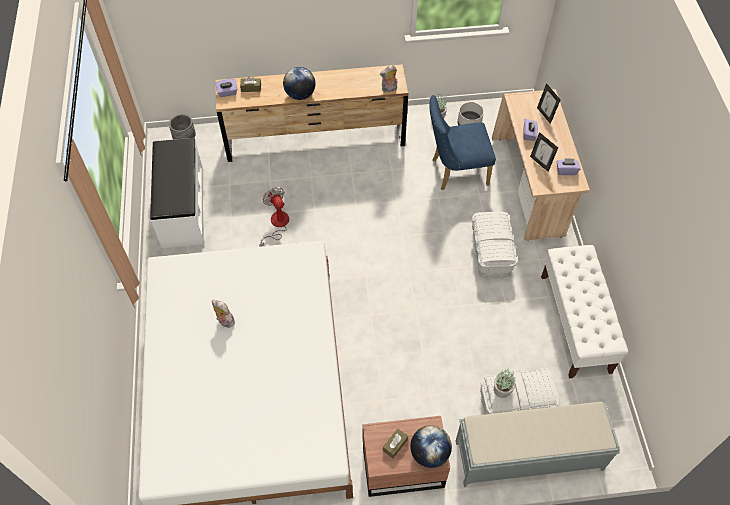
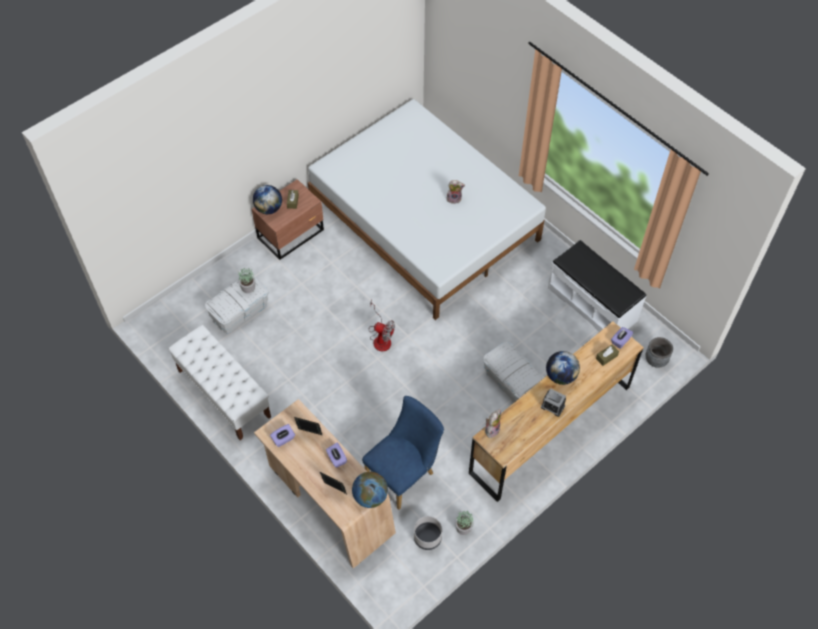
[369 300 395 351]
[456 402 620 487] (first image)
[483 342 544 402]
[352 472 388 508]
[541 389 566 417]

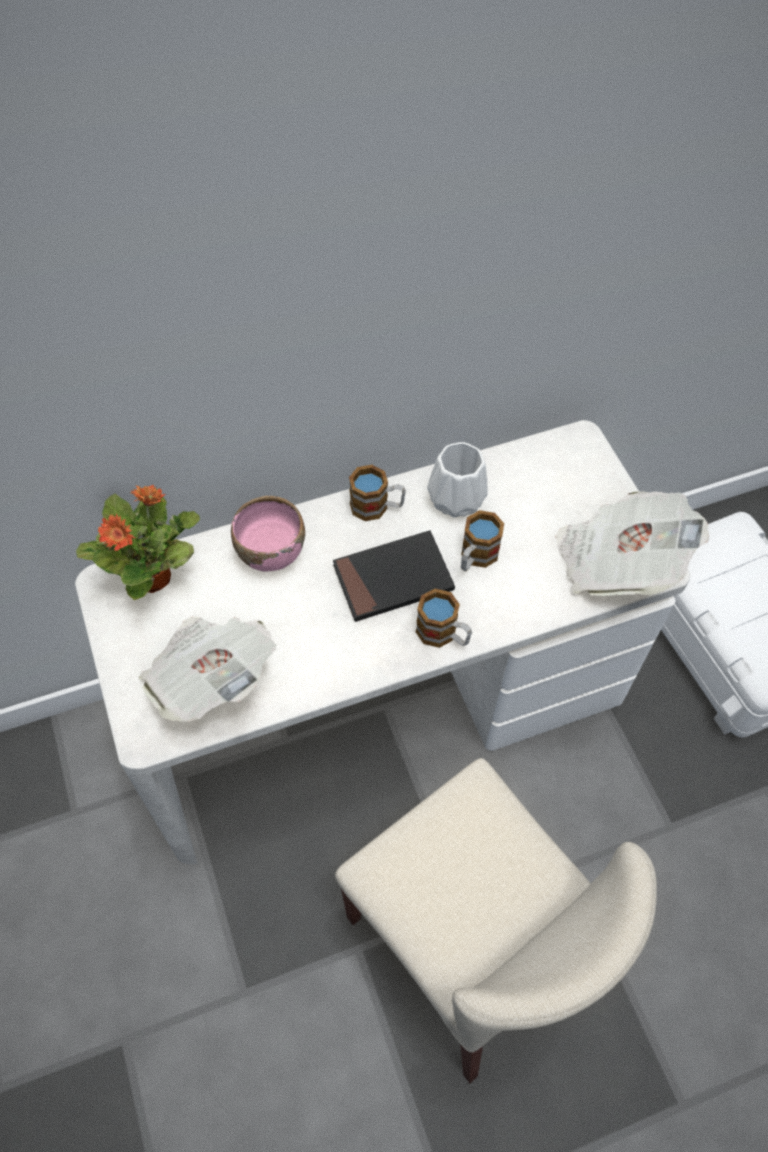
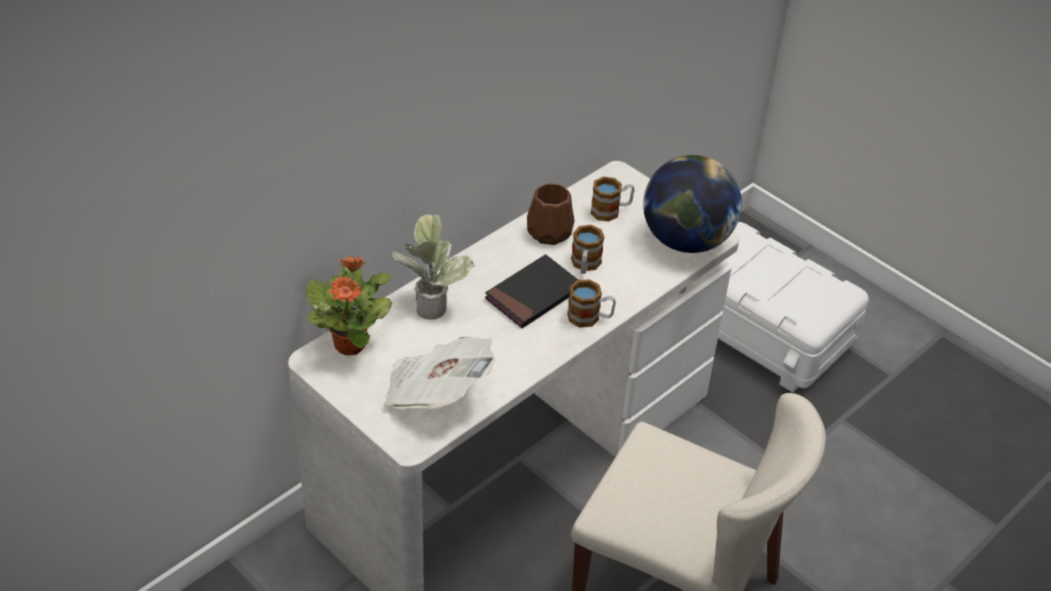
[392 214 475 320]
[590 177 635 221]
[527 183 575 245]
[643 155 742 253]

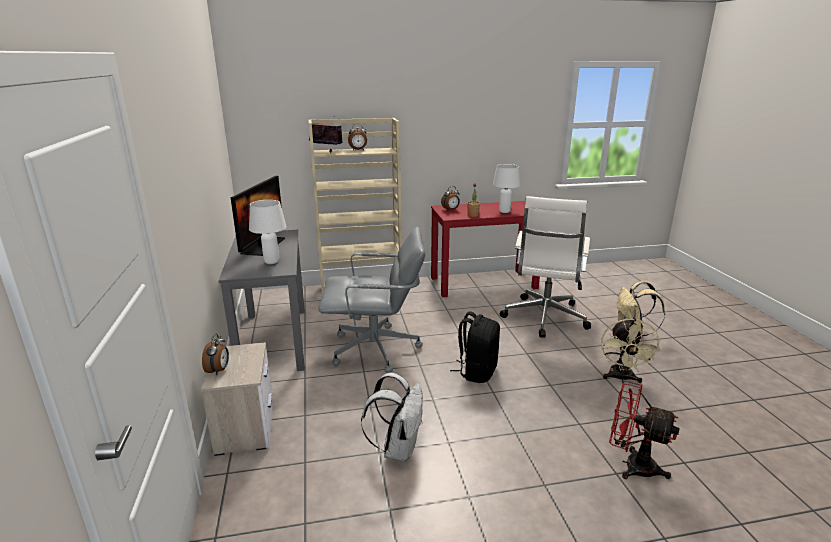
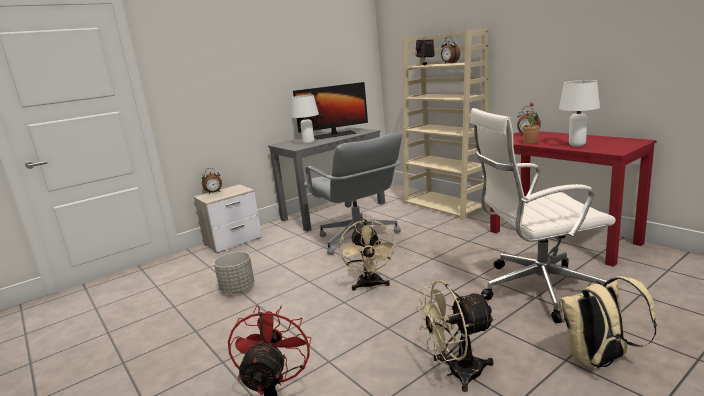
[214 252 254 293]
[339 220 396 291]

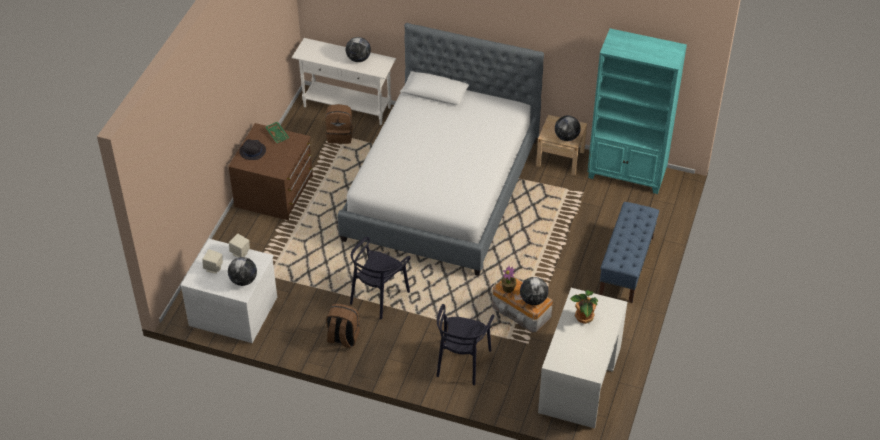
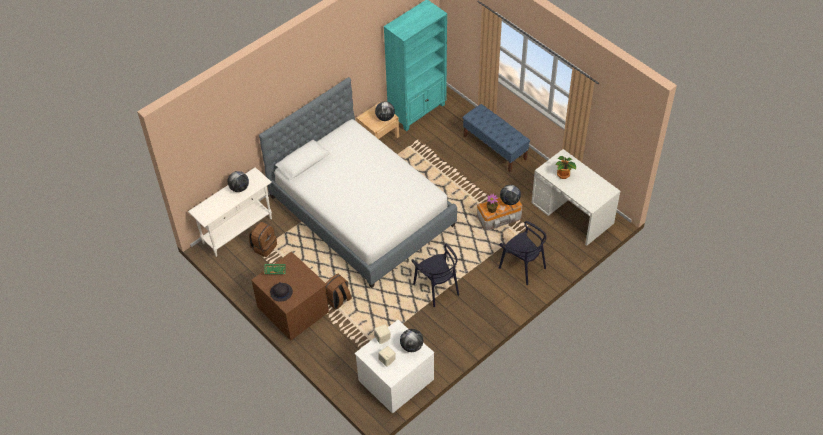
[325 274 352 309]

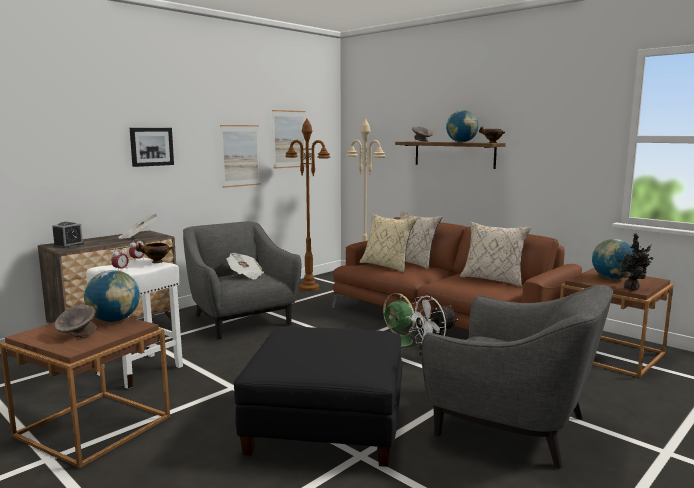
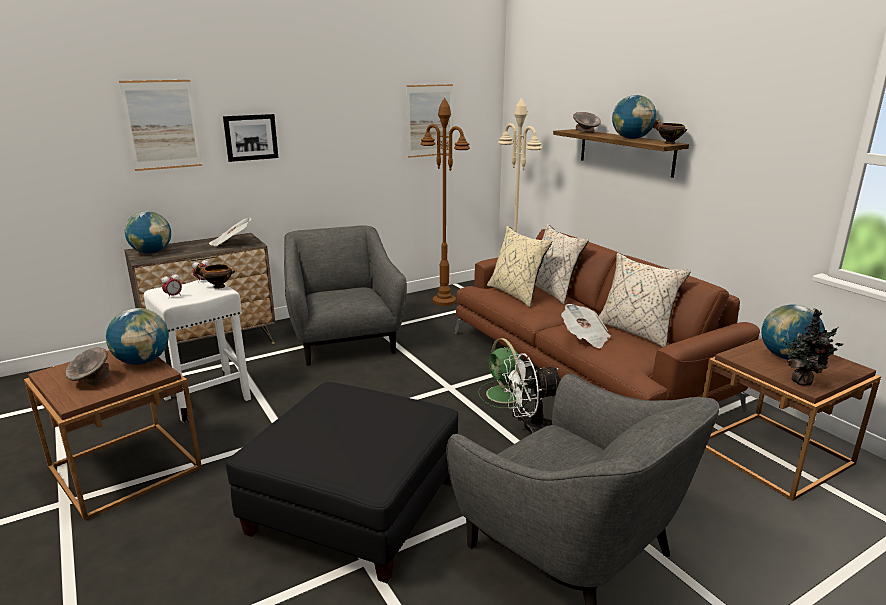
[125 211 171 254]
[119 80 202 171]
[561 304 611 348]

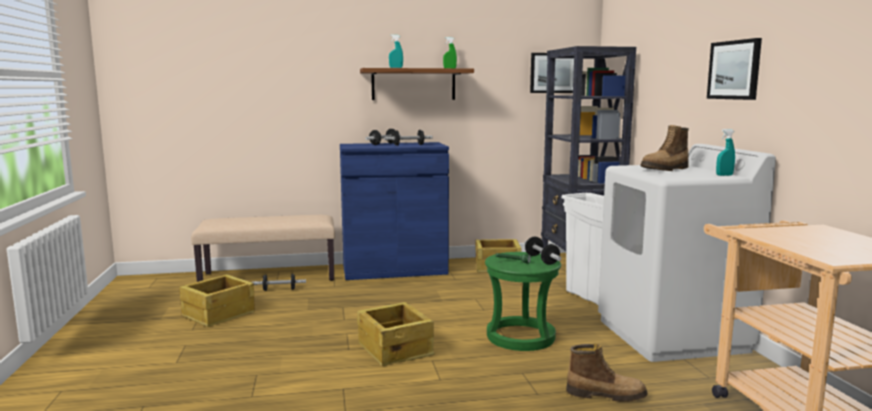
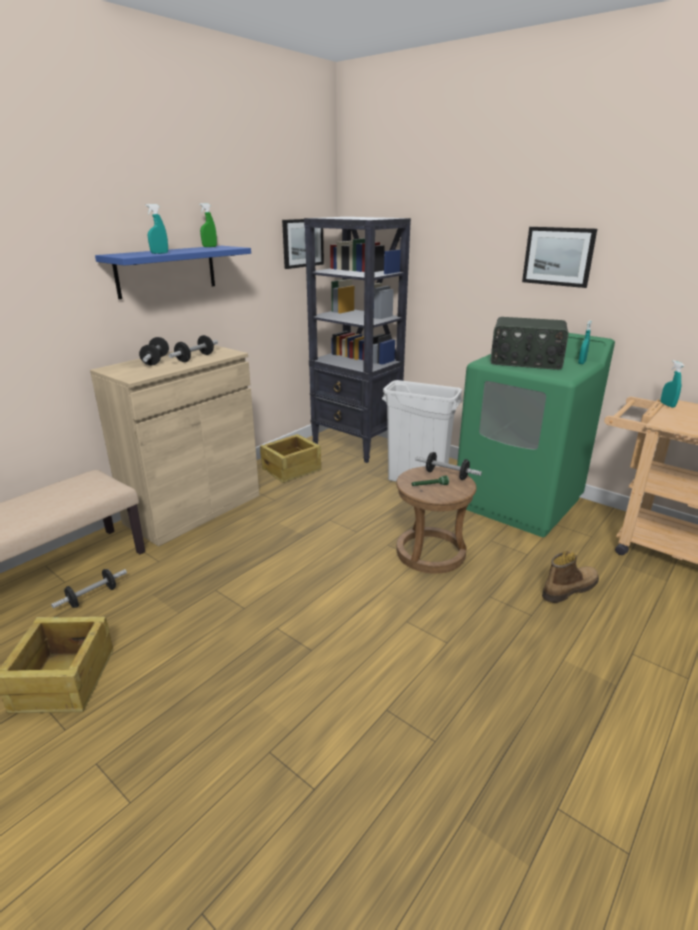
[90 345 259 547]
[357 302 435 366] (first image)
[95 246 251 299]
[396 466 477 574]
[457 333 615 537]
[491 317 569 370]
[661 360 684 408]

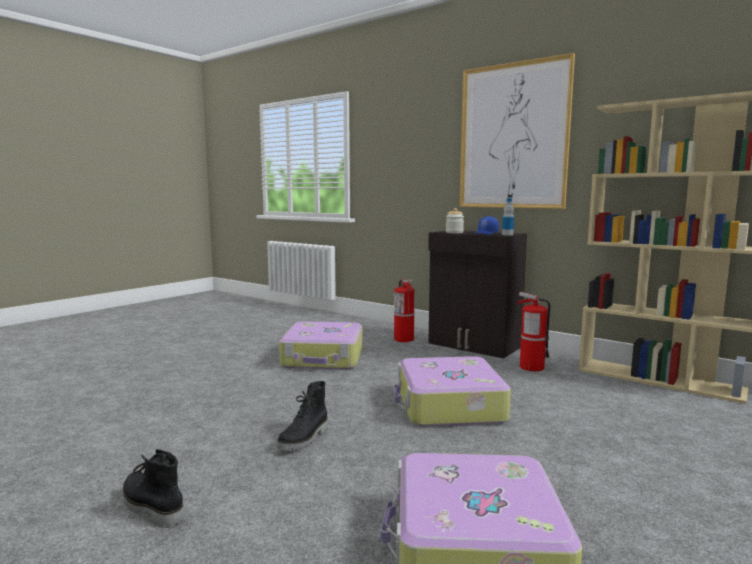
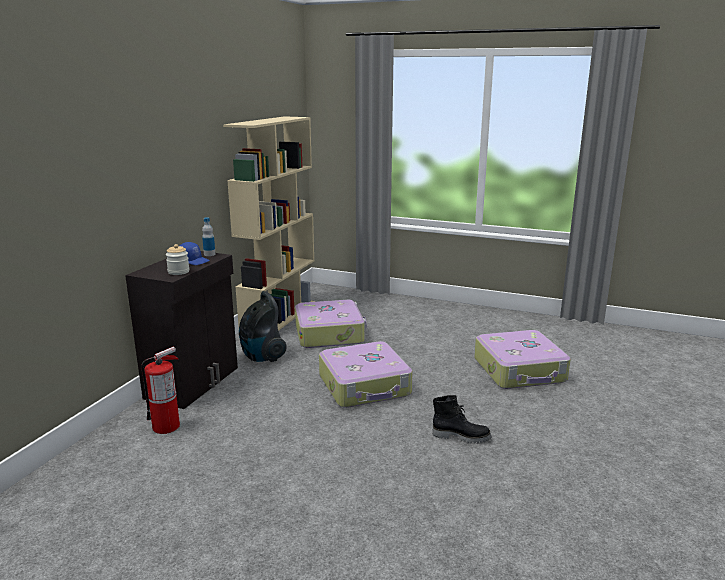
[123 449 184 528] (first image)
[295 300 367 348]
[459 53 575 209] (first image)
[239 291 287 362]

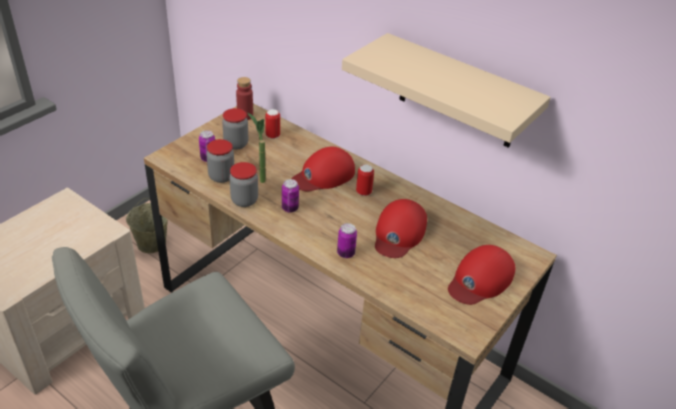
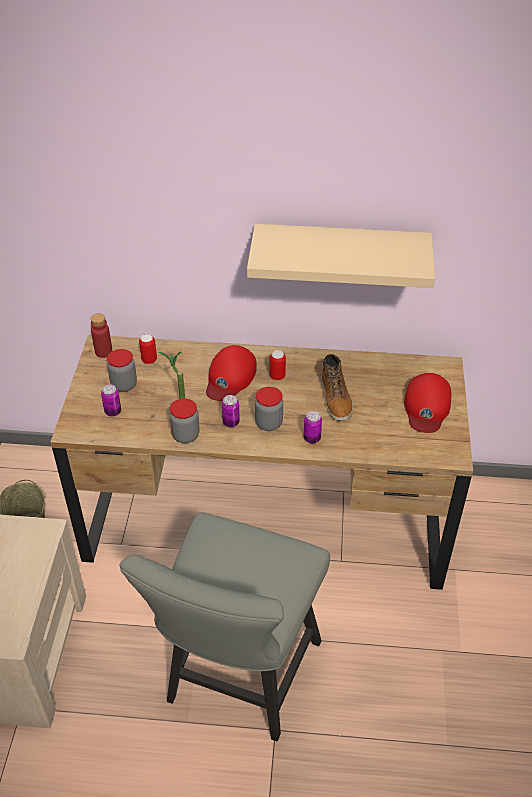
[255 387 283 431]
[322 354 353 421]

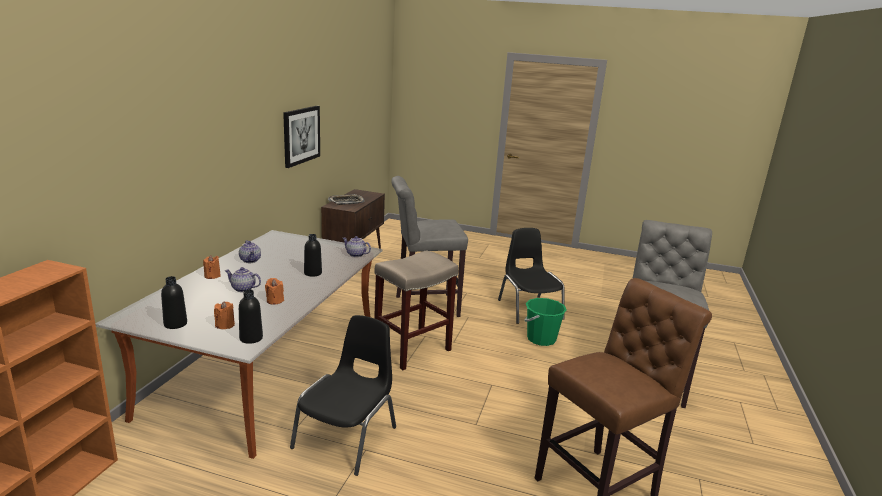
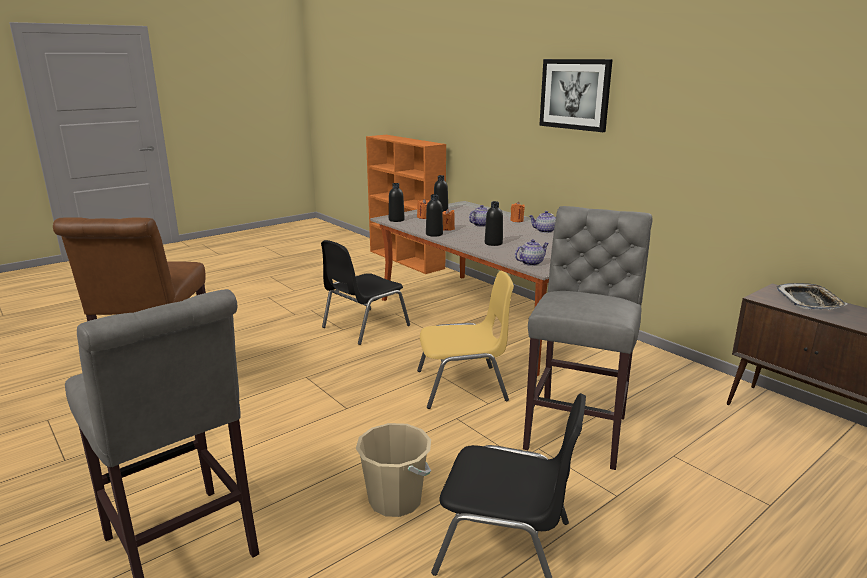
[539 59 613 132]
[321 240 410 345]
[417 271 514 409]
[356 423 431 517]
[426 194 443 237]

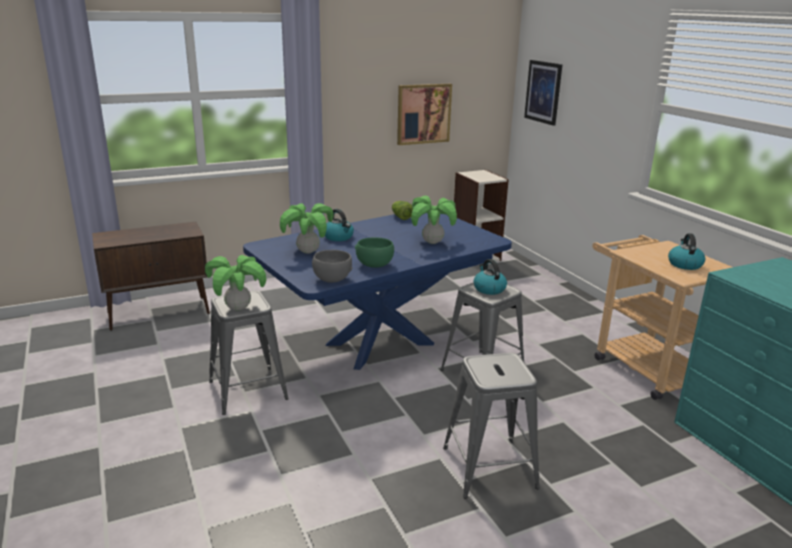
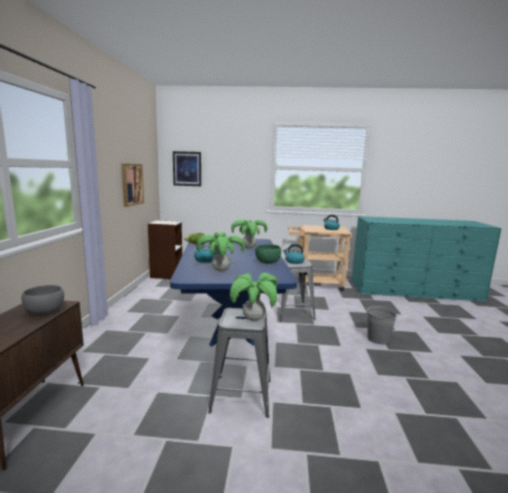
[21 285 64 315]
[367 305 396 344]

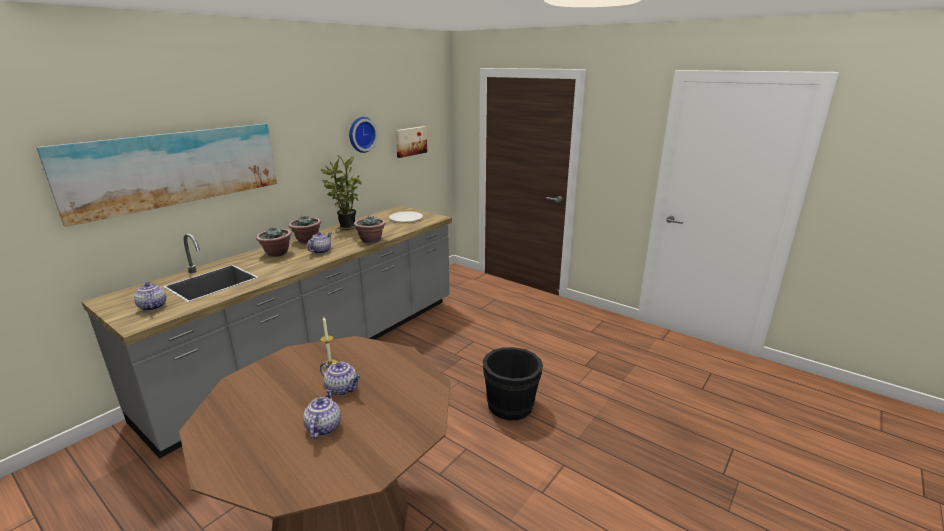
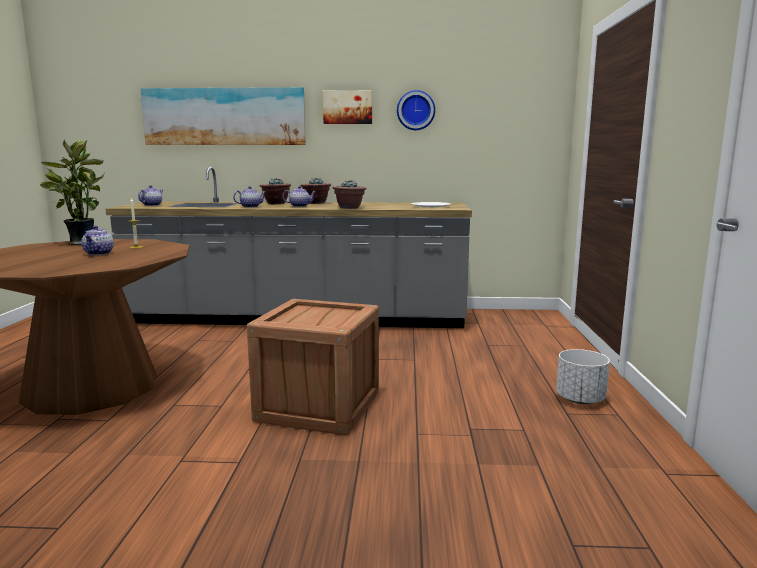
[233 186 266 208]
[40 140 104 245]
[323 90 372 124]
[247 299 379 436]
[556 349 610 404]

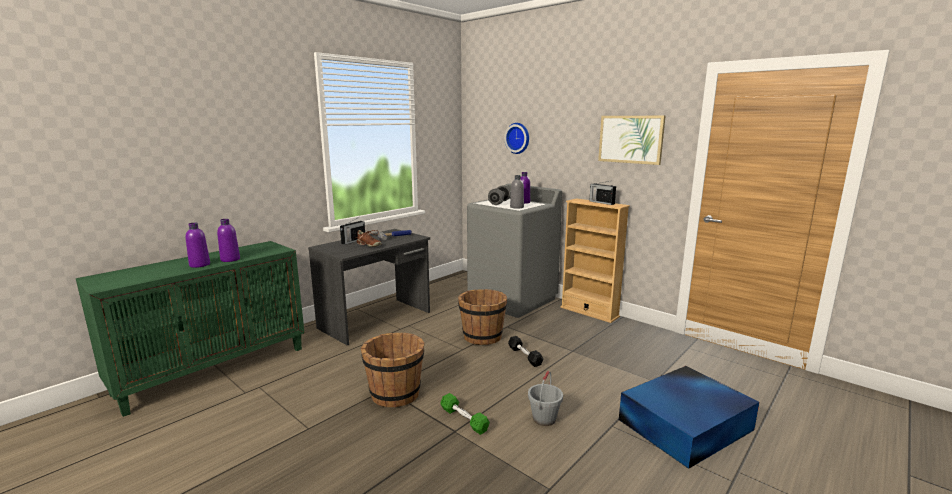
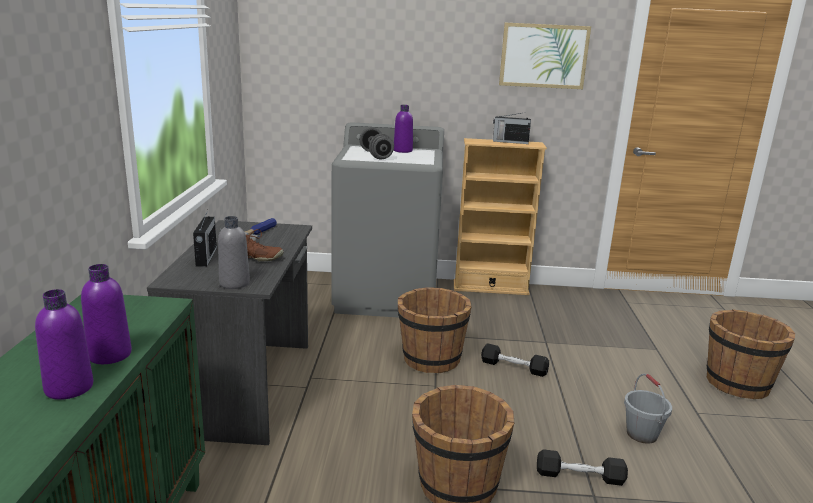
[537 449 628 486]
[504 123 529 154] (first image)
[218 216 250 289]
[707 309 795 399]

